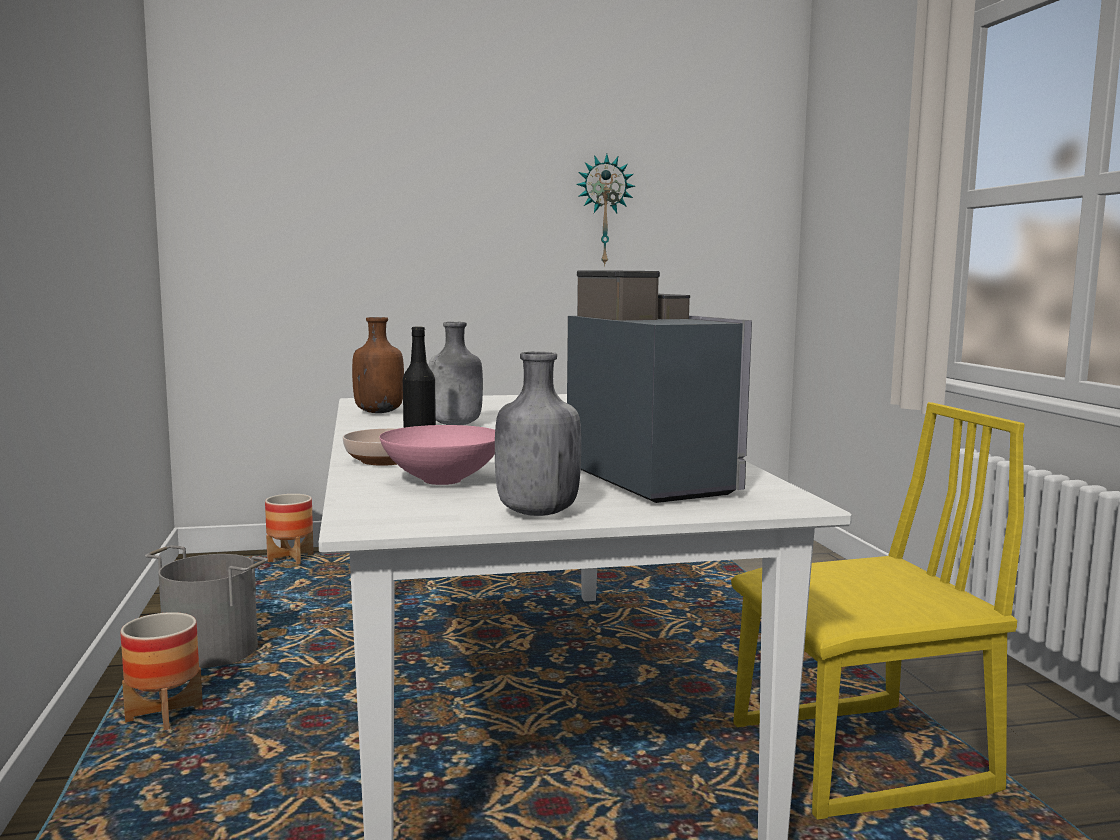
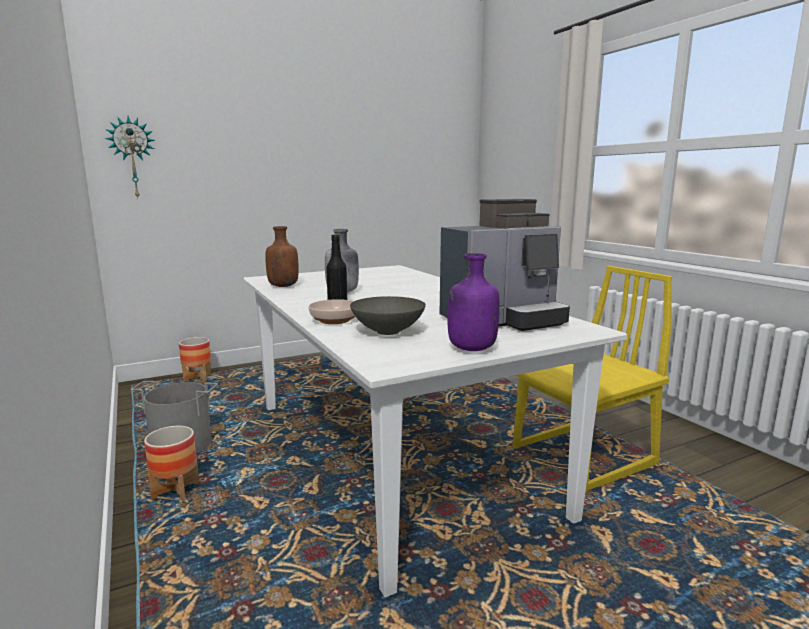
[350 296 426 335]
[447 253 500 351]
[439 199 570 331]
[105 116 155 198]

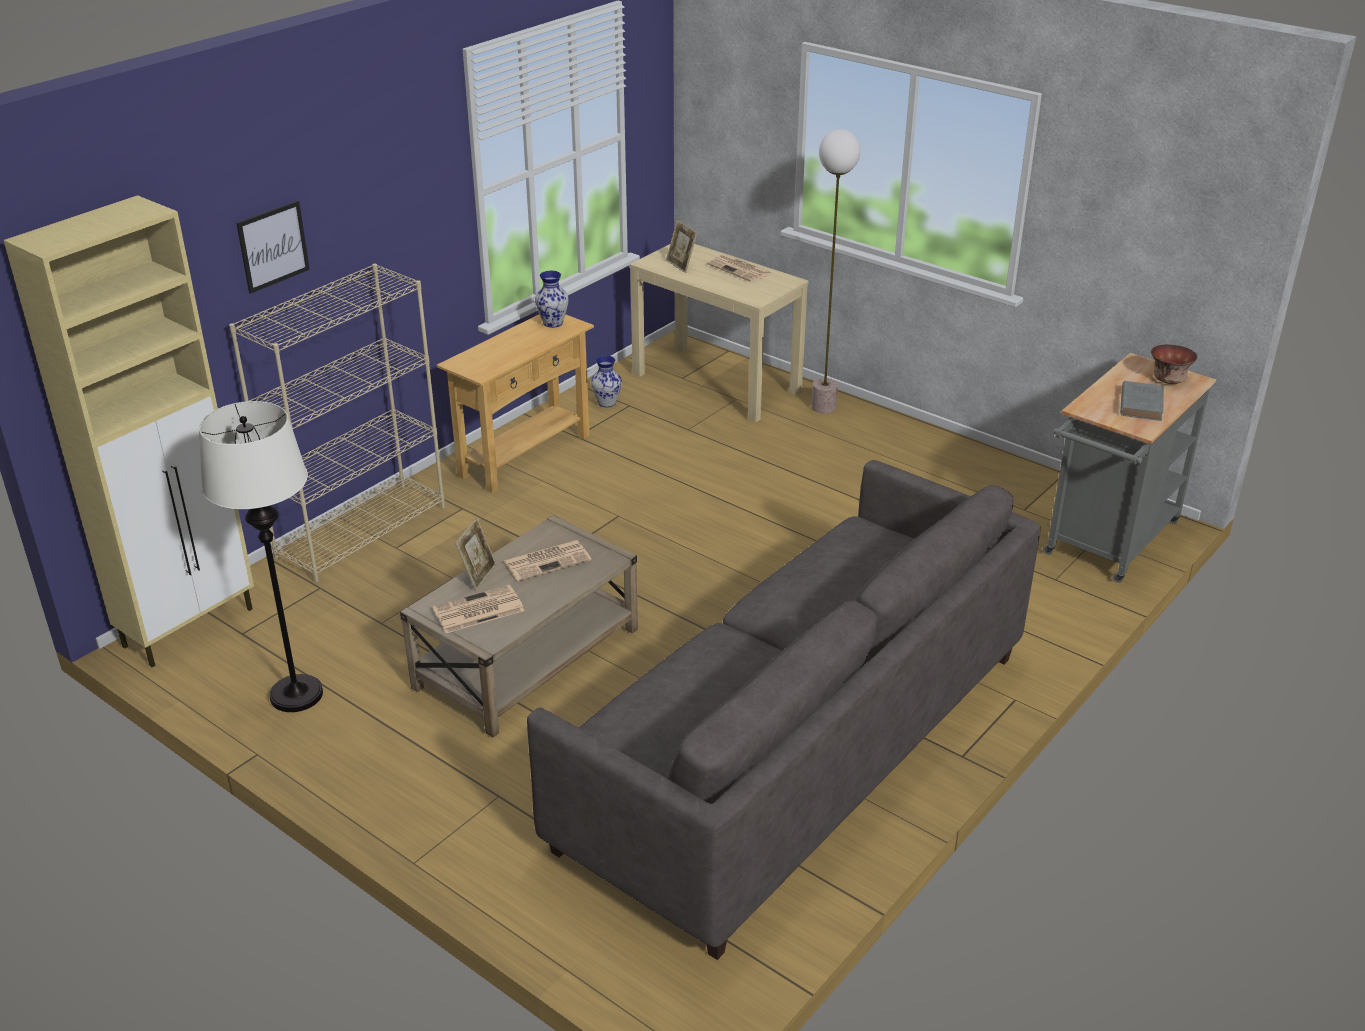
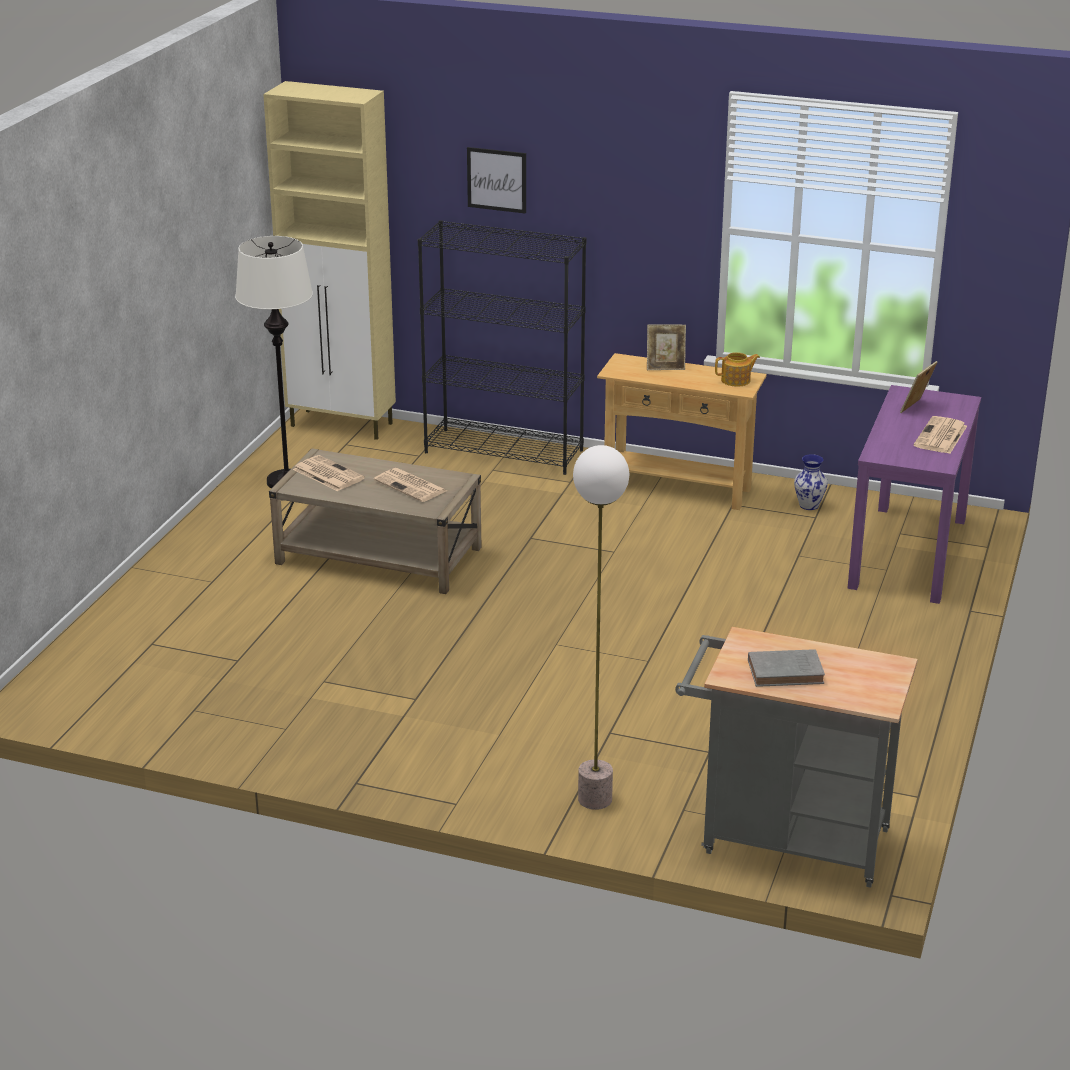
[418 220 586 475]
[647 324 686 370]
[527 460 1041 960] (first image)
[715 352 760 386]
[847 385 981 604]
[573 445 629 810]
[1151 344 1197 384] (first image)

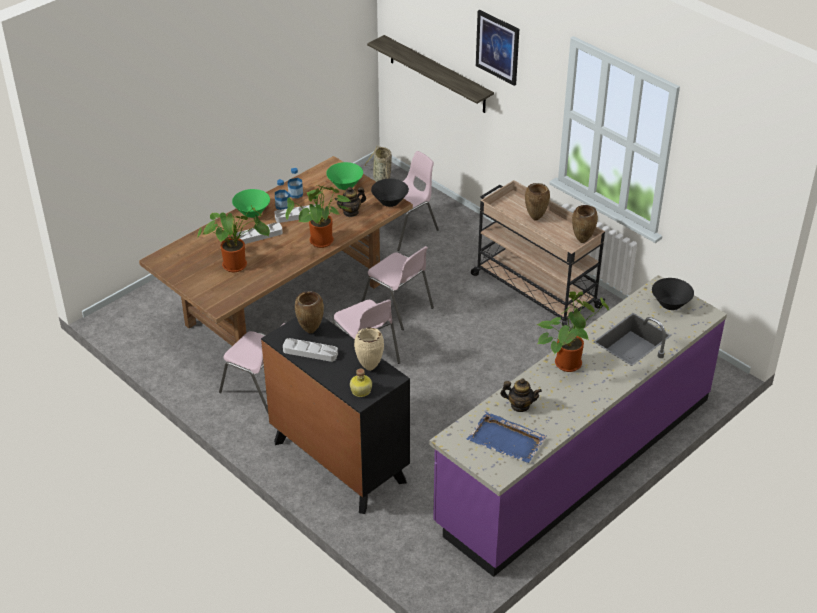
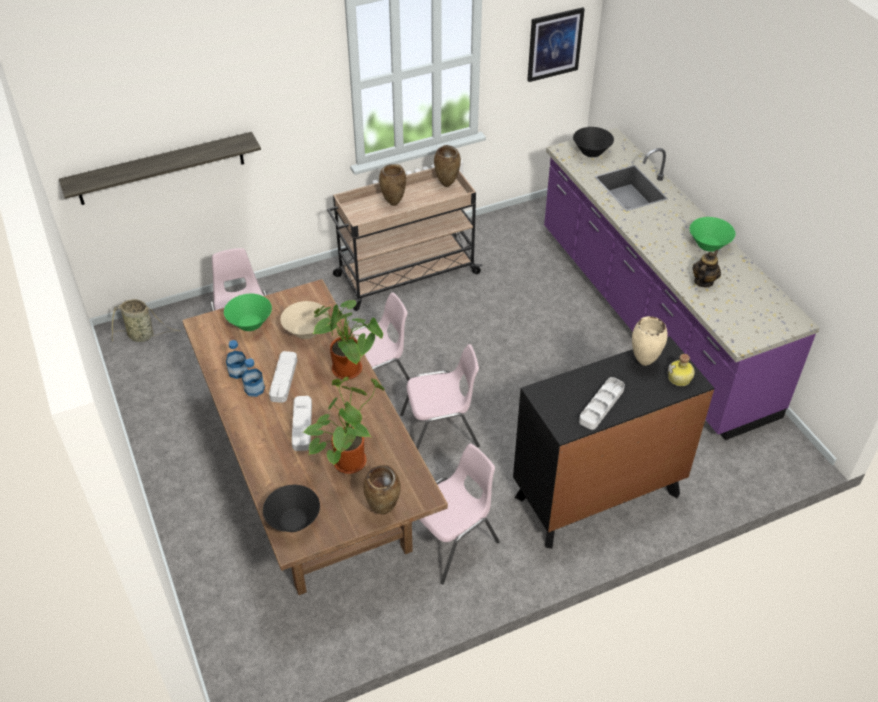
[690 217 735 252]
[363 465 401 515]
[280 301 329 339]
[263 485 320 532]
[467 412 547 463] (first image)
[527 7 585 82]
[537 292 609 372] (first image)

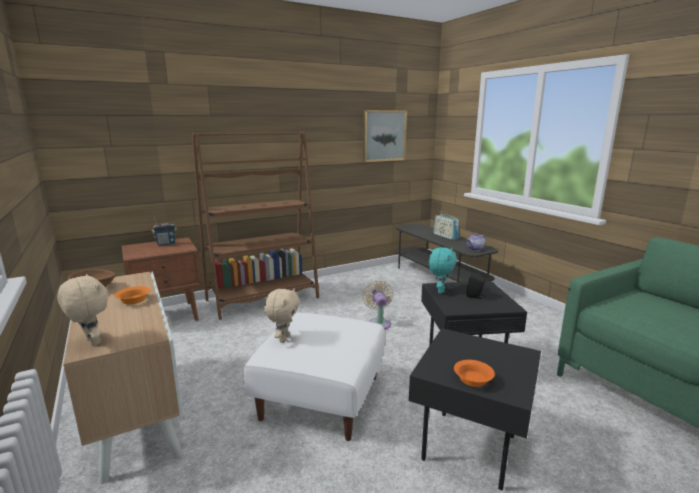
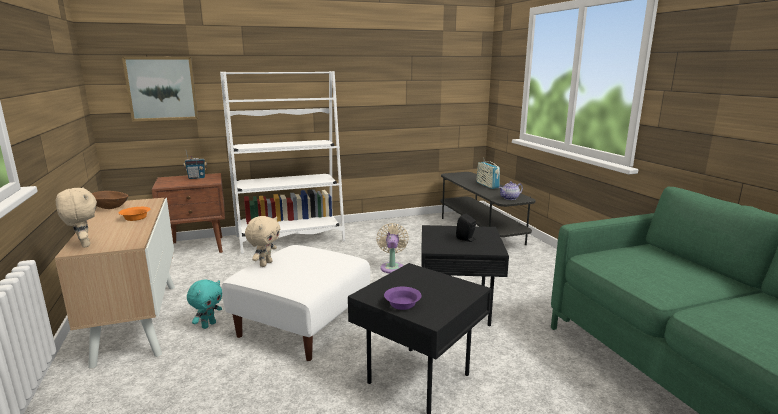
[220 71 345 253]
[122 57 198 121]
[187 279 222 329]
[384 287 422 310]

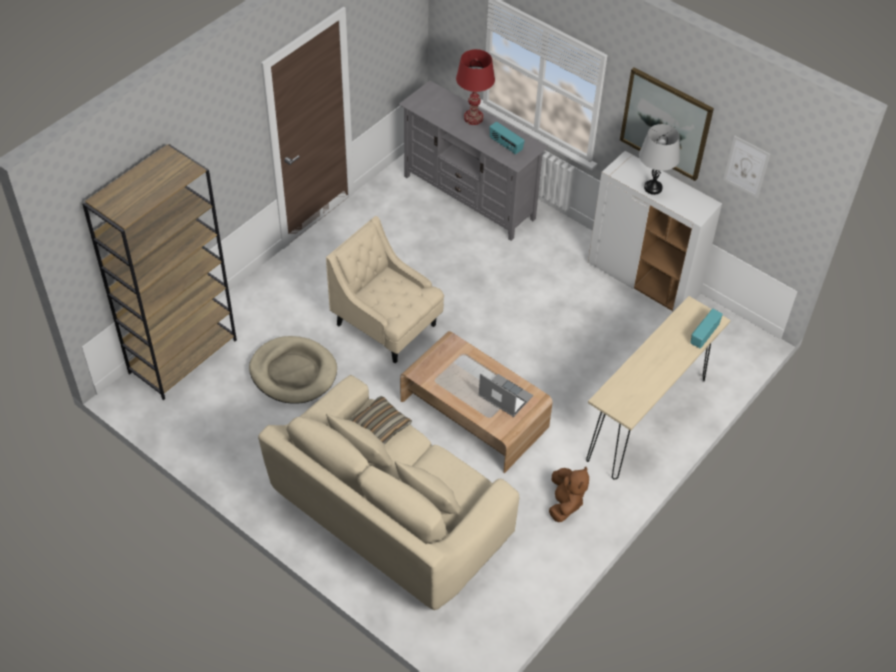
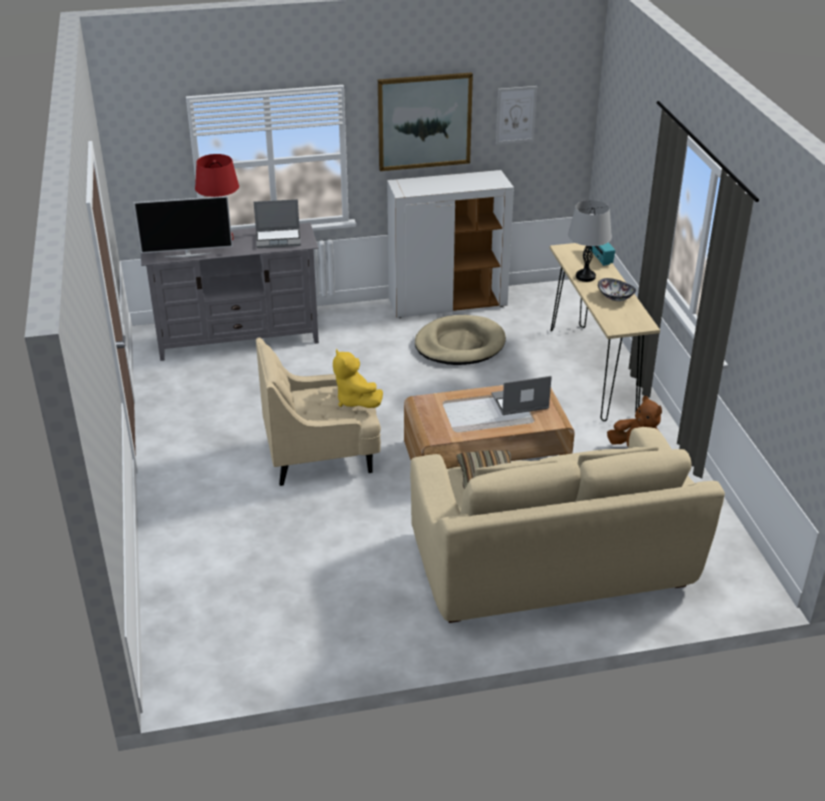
[82 144 237 400] (first image)
[415 315 506 365]
[254 199 301 248]
[568 200 612 282]
[134 196 233 257]
[333 349 383 408]
[598 278 636 301]

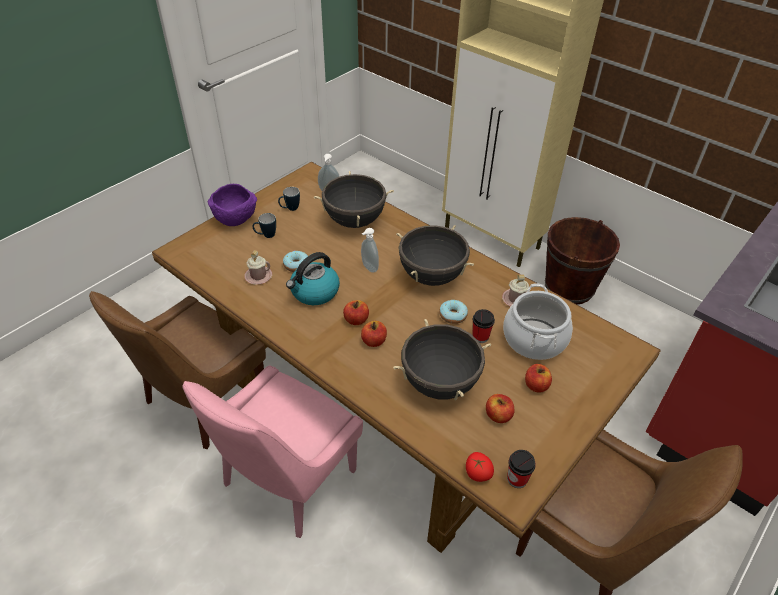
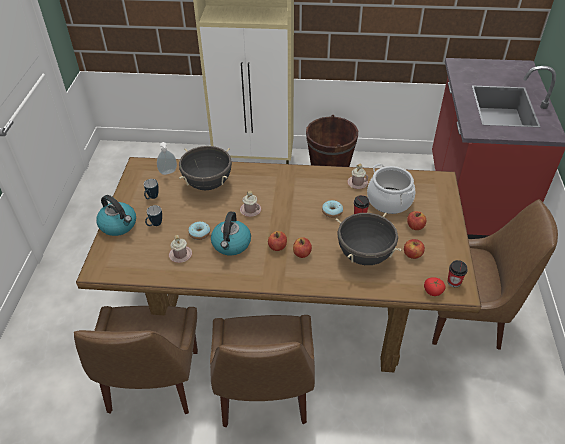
[210 315 315 427]
[96 195 136 236]
[240 191 261 217]
[396 225 474 286] (first image)

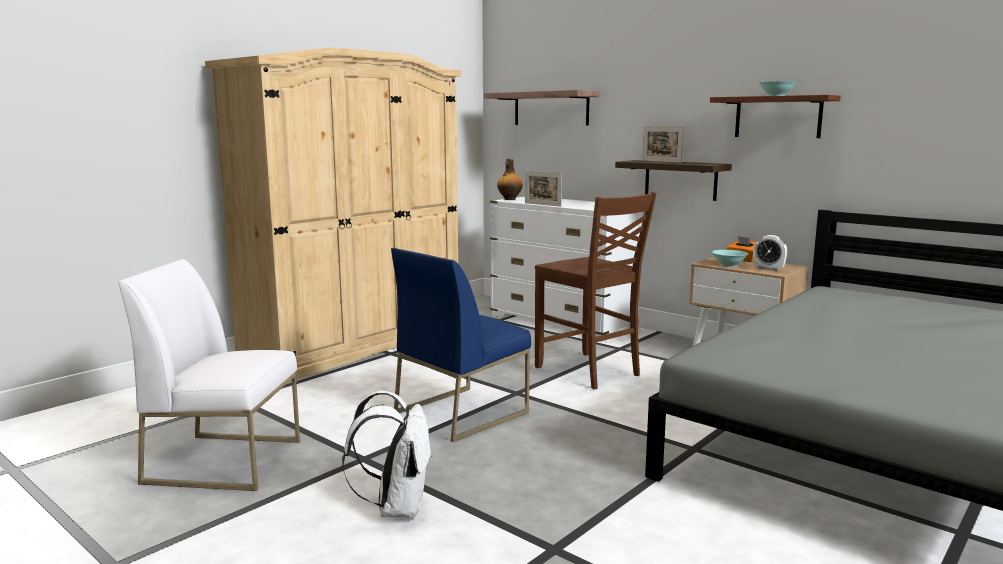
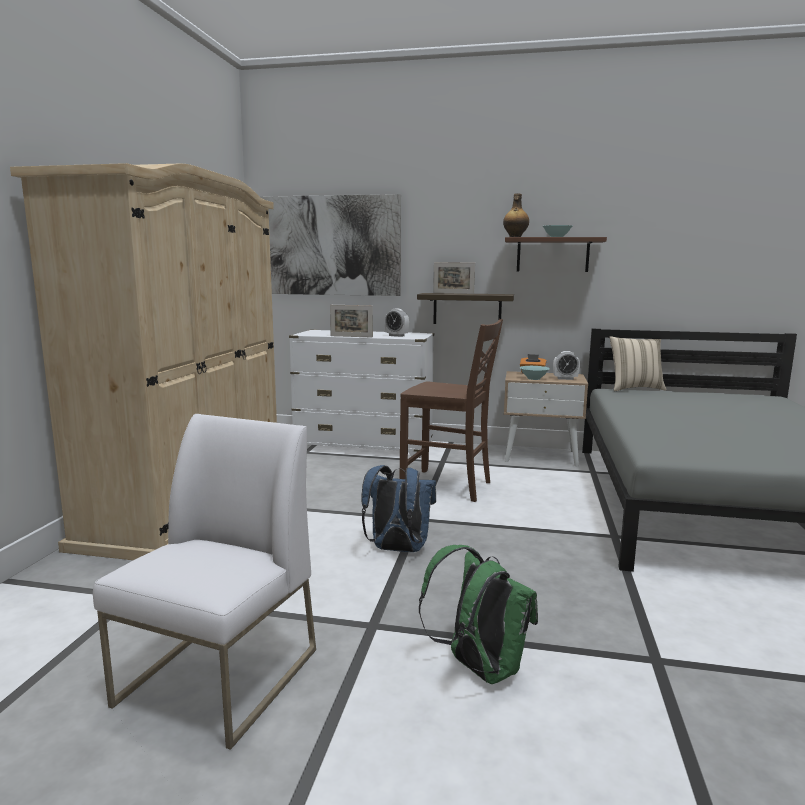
[93 414 316 750]
[419 545 538 684]
[361 465 436 552]
[260 194 401 296]
[503 193 529 237]
[385 309 409 337]
[609 336 667 391]

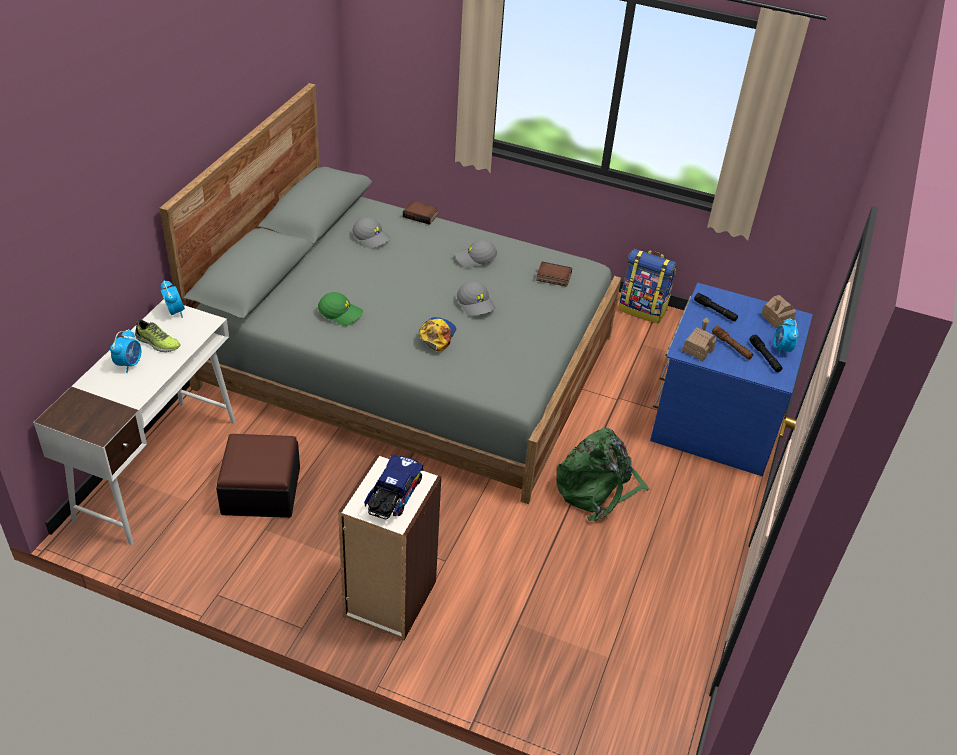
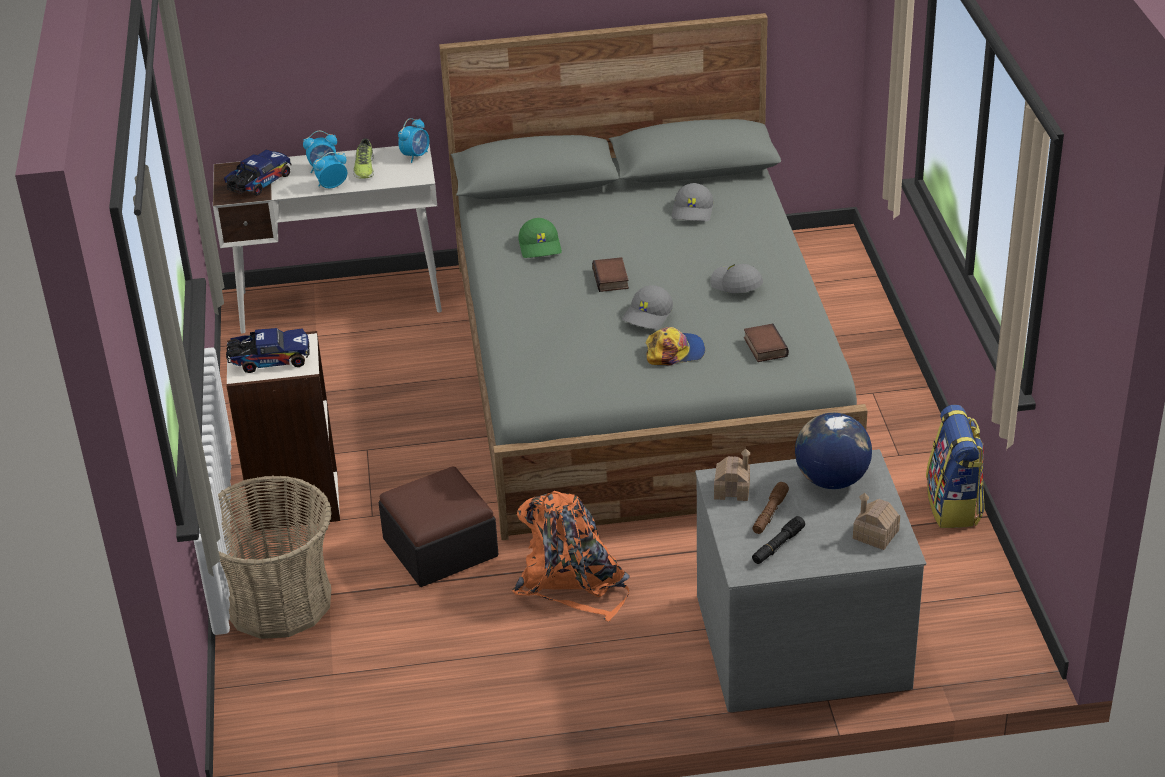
[378 466 499 587]
[592 257 629 292]
[646 327 705 366]
[512 491 630 622]
[695 449 926 712]
[795 413 872 489]
[313 152 347 188]
[218 475 332 639]
[224 150 291 196]

